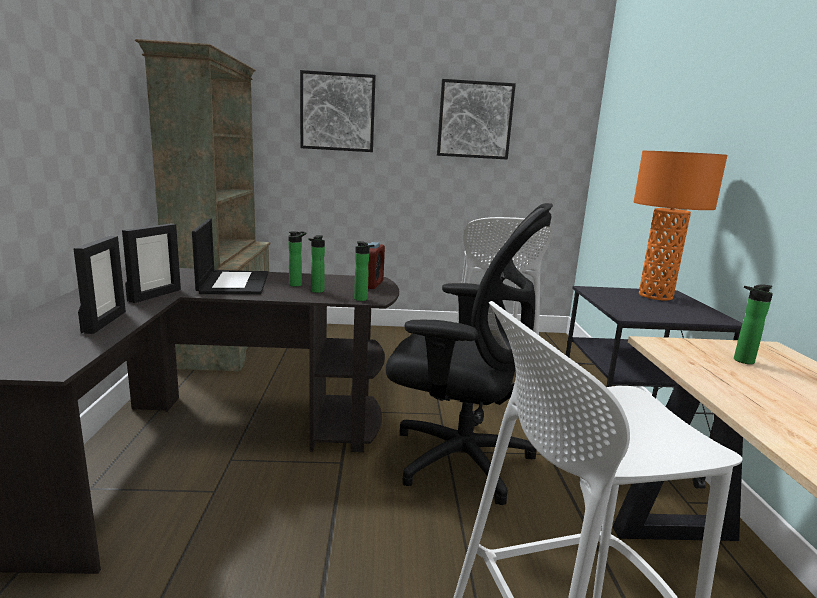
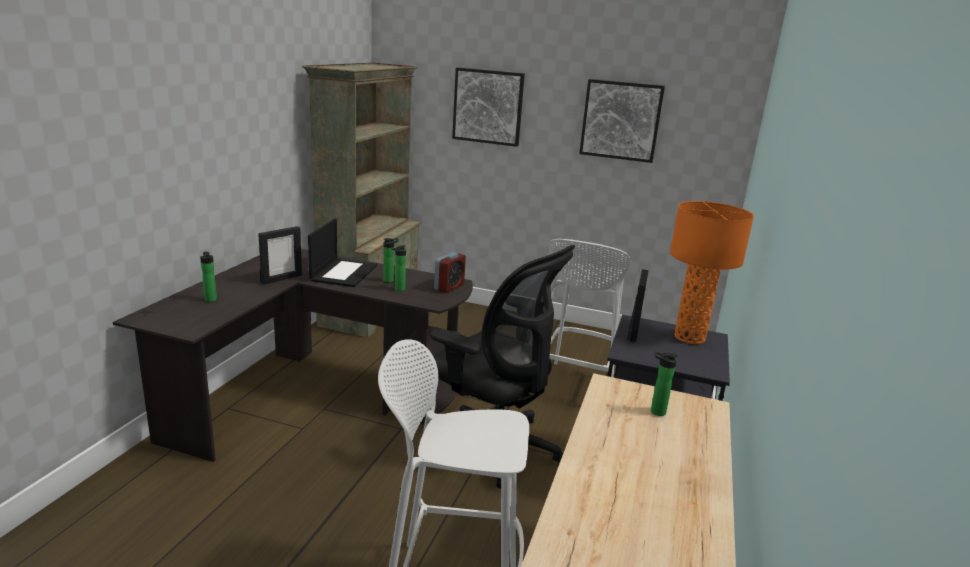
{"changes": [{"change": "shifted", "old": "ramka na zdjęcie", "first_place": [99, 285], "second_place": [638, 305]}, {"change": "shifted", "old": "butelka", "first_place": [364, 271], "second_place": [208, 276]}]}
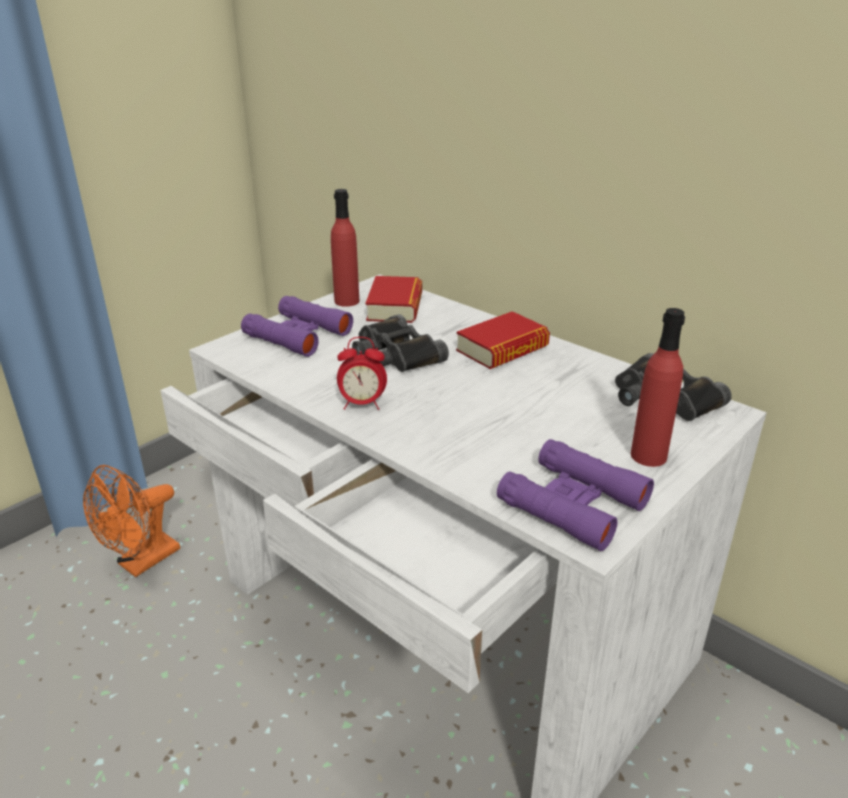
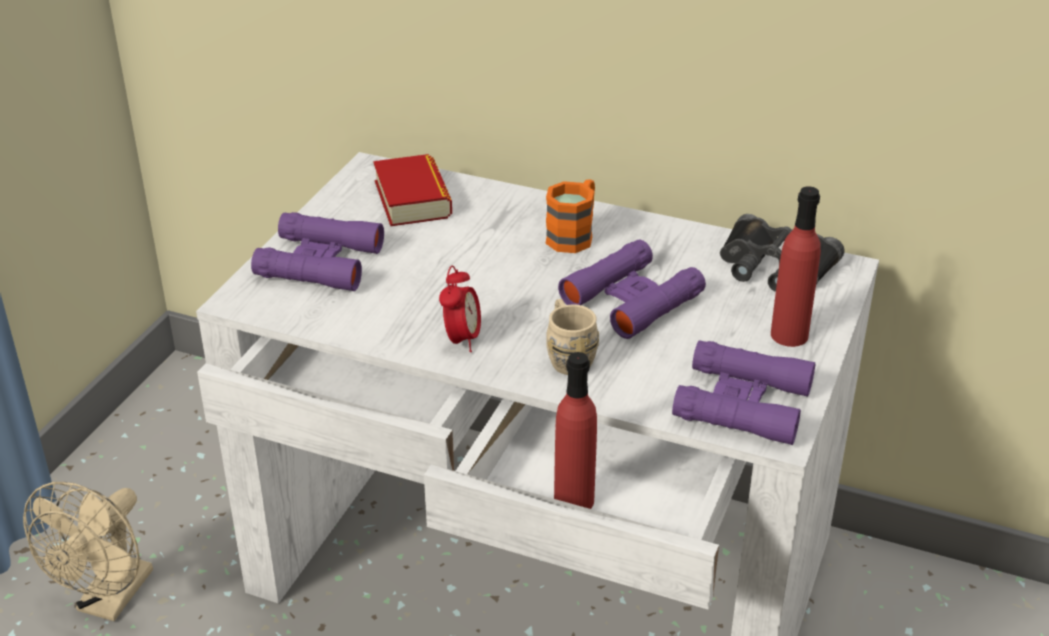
{"changes": [{"change": "gone", "old": "lornetka (czarny)", "first_place": [400, 343]}, {"change": "new", "new": "kubek (beżowy)", "second_place": [572, 337]}, {"change": "new", "new": "lornetka (fioletowy)", "second_place": [632, 289]}, {"change": "shifted", "old": "butelka (czerwony)", "first_place": [345, 248], "second_place": [575, 430]}, {"change": "swapped", "old": "książka", "new": "kubek (pomarańczowy)", "first_place": [503, 340], "second_place": [570, 216]}, {"change": "repainted", "old": "wentylator (pomarańczowy)", "new": "wentylator (beżowy)", "first_place": [131, 521], "second_place": [88, 551]}, {"change": "rotated", "old": "budzik", "first_place": [362, 373], "second_place": [460, 308], "degrees": -60}]}
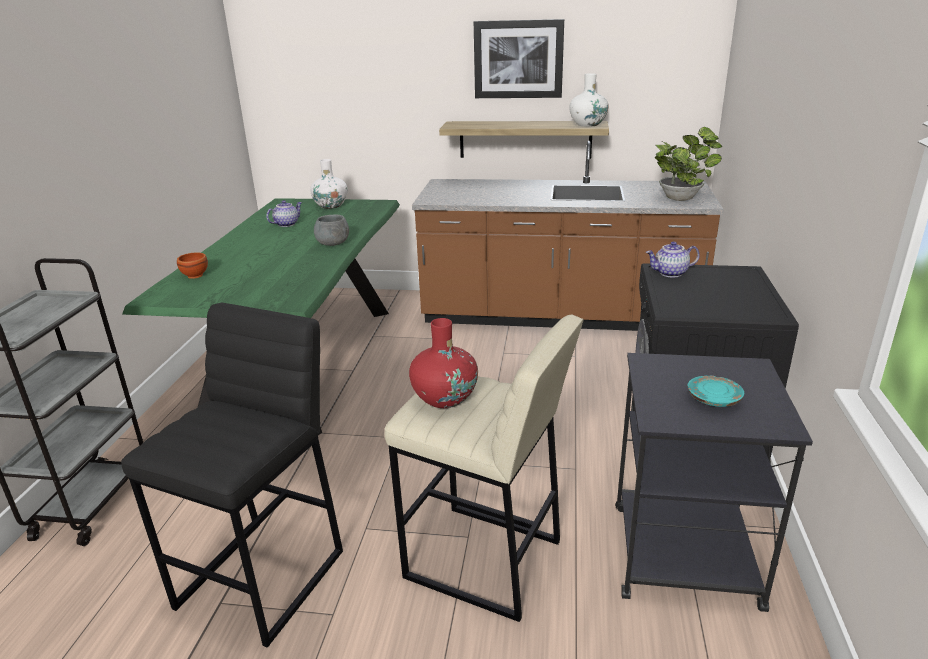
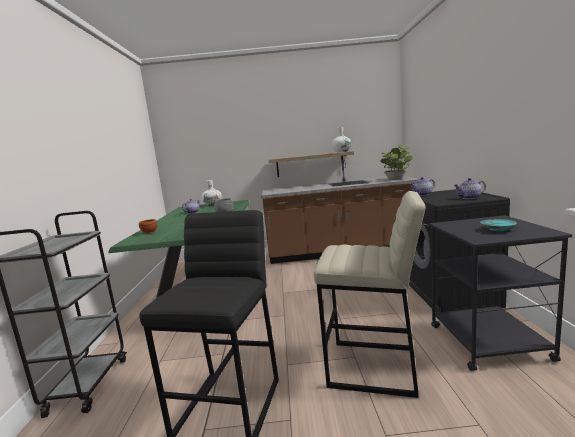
{"changes": [{"change": "gone", "old": "wazon (czerwony)", "first_place": [443, 363]}, {"change": "gone", "old": "obraz", "first_place": [519, 58]}, {"change": "new", "new": "imbryk", "second_place": [469, 188]}]}
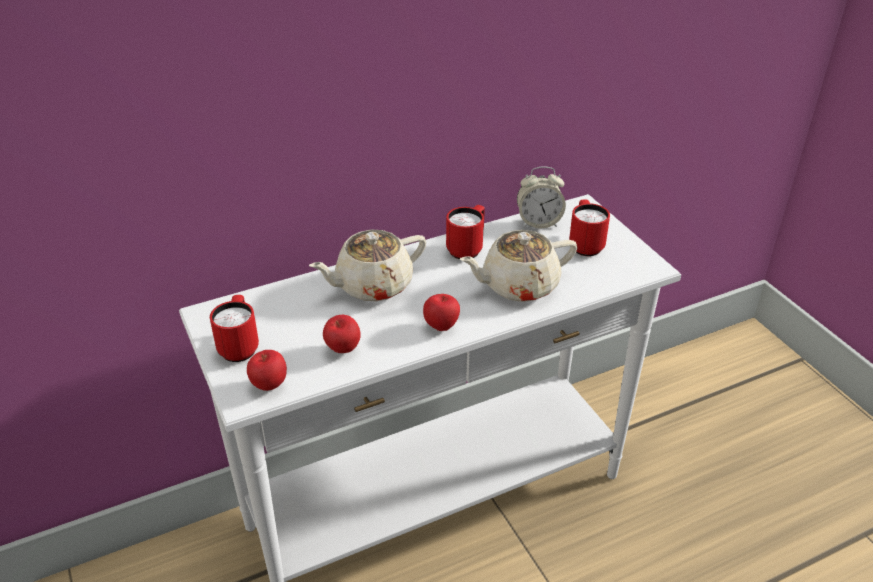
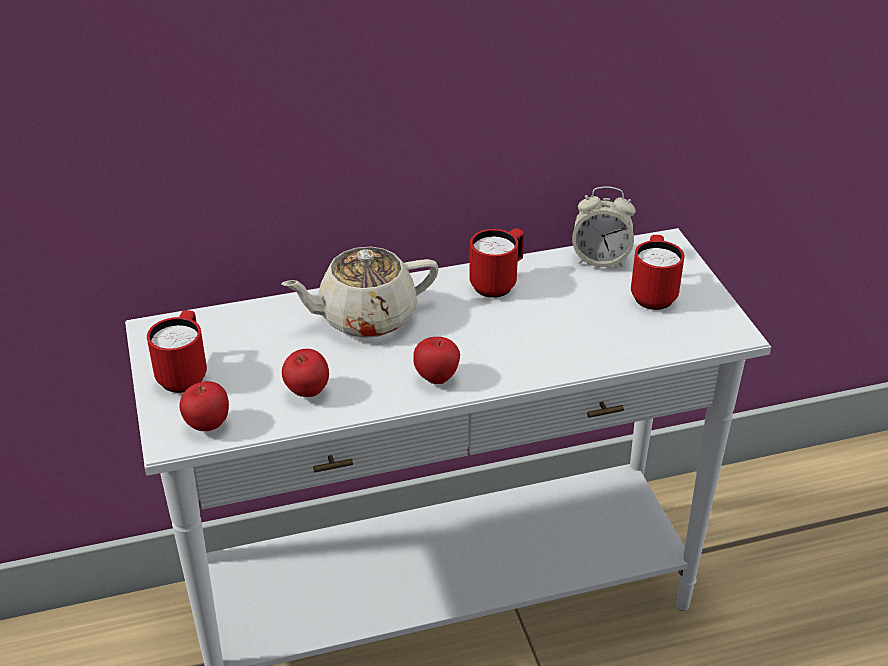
{"changes": [{"change": "gone", "old": "imbryk (beżowy)", "first_place": [518, 266]}]}
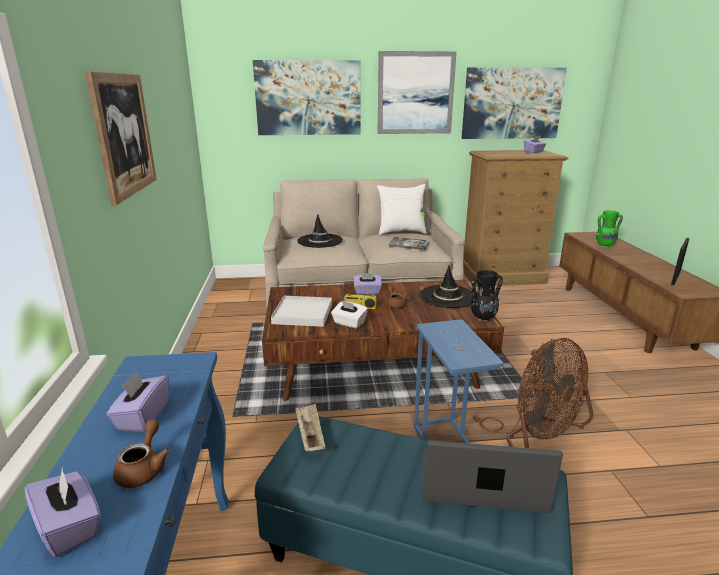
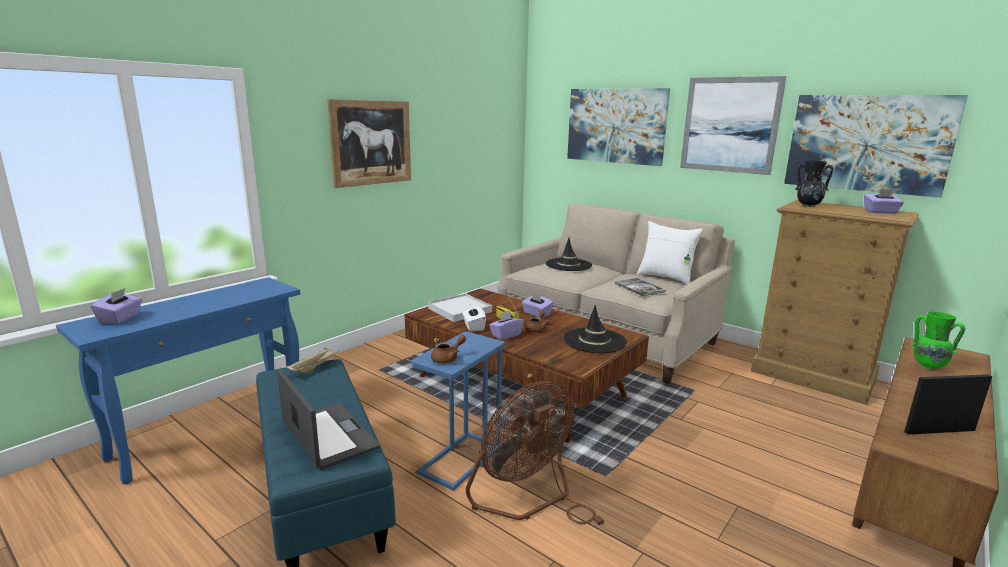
{"changes": [{"change": "shifted", "old": "pudełko chusteczek (fioletowy)", "first_place": [137, 401], "second_place": [506, 325]}, {"change": "shifted", "old": "imbryk (brązowy)", "first_place": [141, 453], "second_place": [448, 349]}, {"change": "shifted", "old": "wazon (czarny)", "first_place": [487, 296], "second_place": [814, 184]}, {"change": "rotated", "old": "wentylator (brązowy)", "first_place": [533, 393], "second_place": [535, 453], "degrees": 135}]}
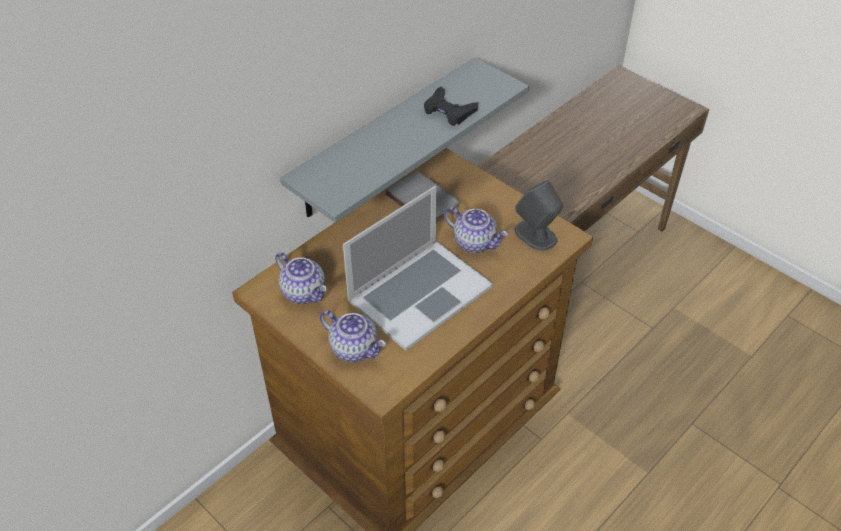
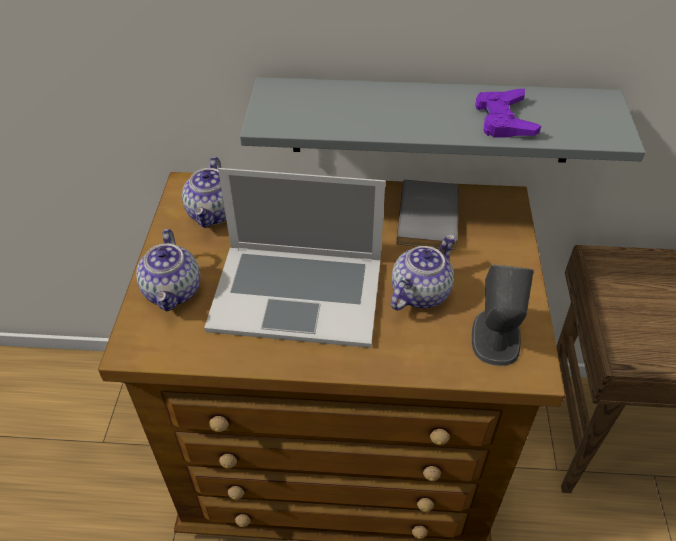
{"changes": [{"change": "repainted", "old": "pad do gier (czarny)", "new": "pad do gier (fioletowy)", "first_place": [451, 106], "second_place": [508, 113]}, {"change": "rotated", "old": "imbryk", "first_place": [476, 230], "second_place": [423, 272], "degrees": -135}]}
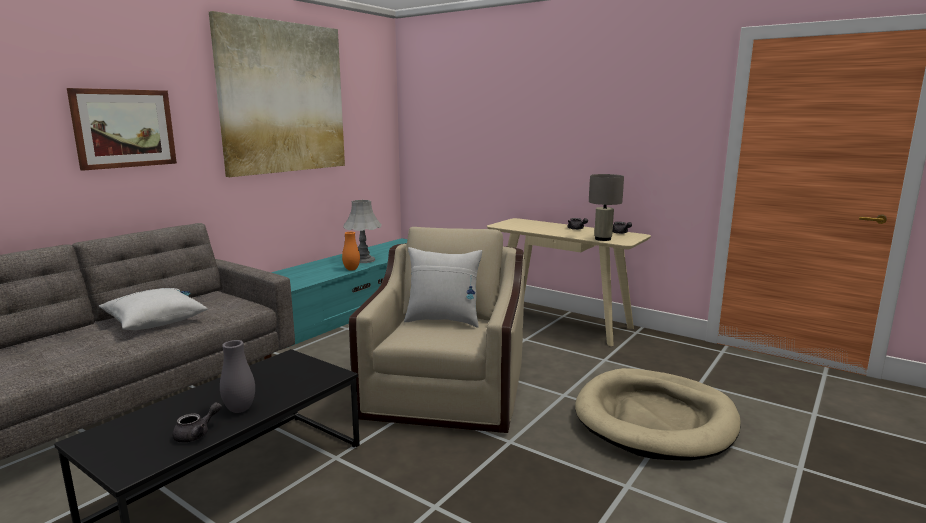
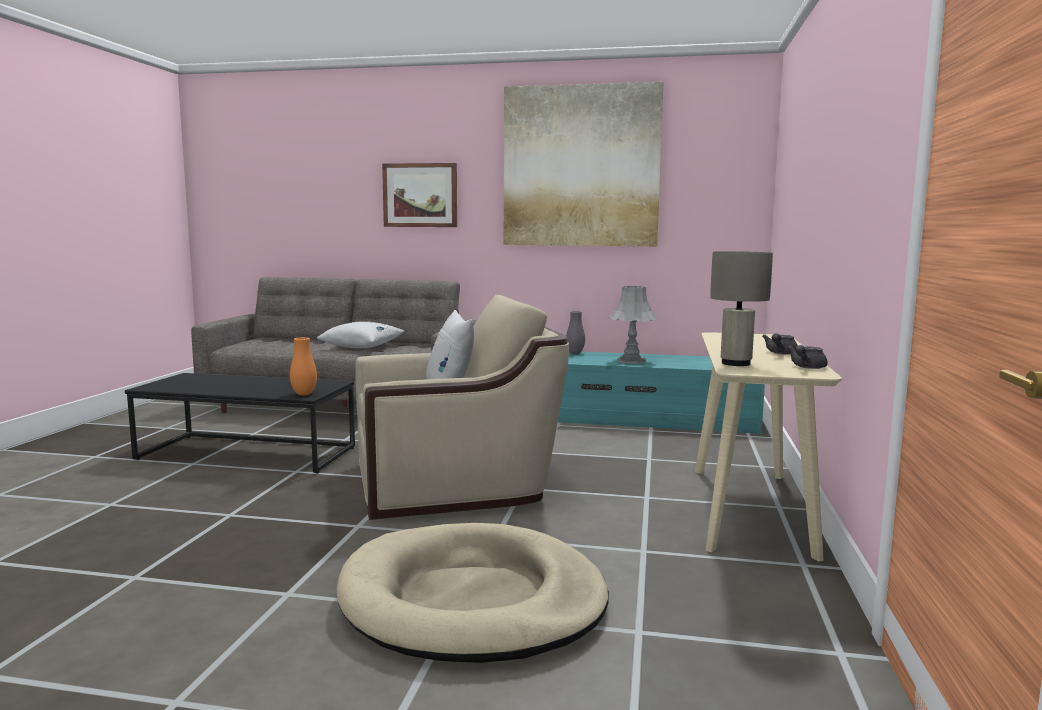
{"changes": [{"change": "gone", "old": "imbryk (szary)", "first_place": [197, 422]}, {"change": "shifted", "old": "wazon (szary)", "first_place": [237, 376], "second_place": [575, 332]}, {"change": "shifted", "old": "wazon (pomarańczowy)", "first_place": [351, 251], "second_place": [303, 366]}]}
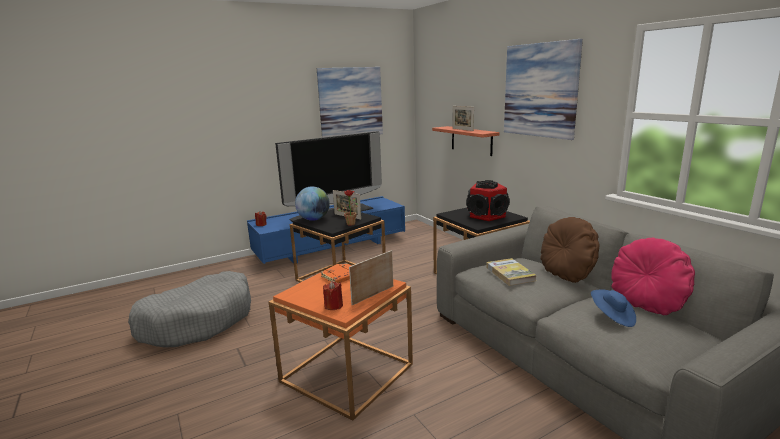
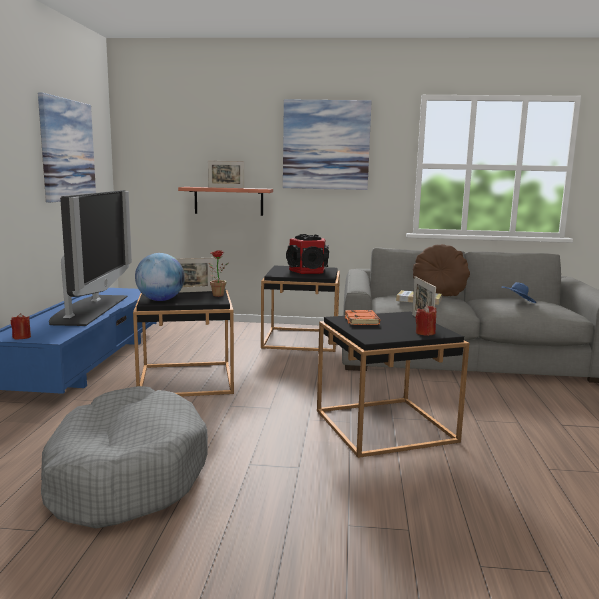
{"changes": [{"change": "gone", "old": "poduszka (różowy)", "first_place": [653, 276]}, {"change": "repainted", "old": "stolik (pomarańczowy)", "new": "stolik (czarny)", "first_place": [341, 342], "second_place": [393, 385]}]}
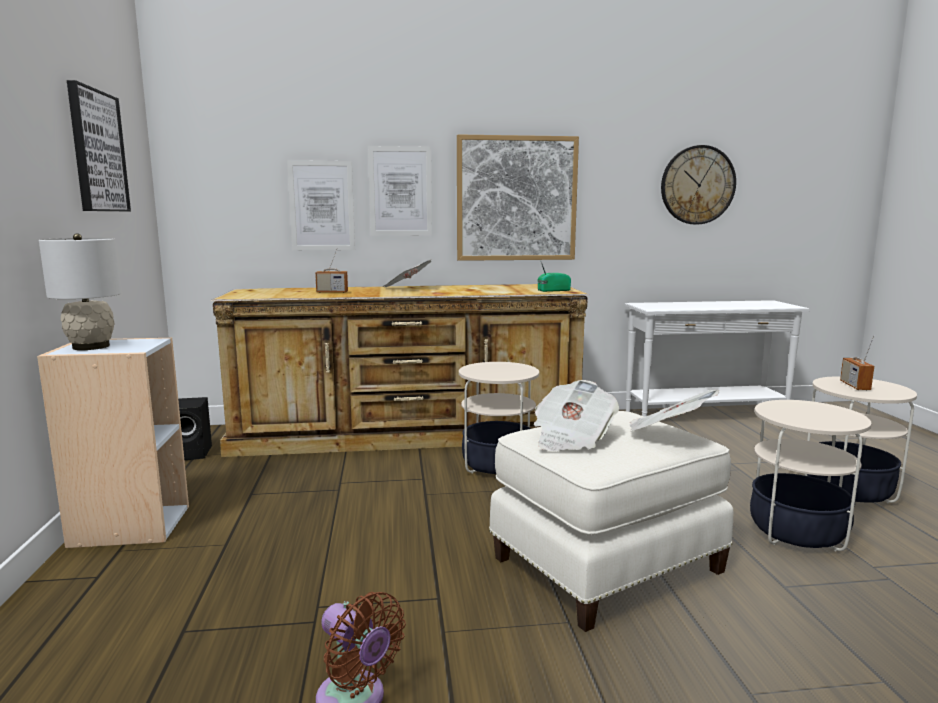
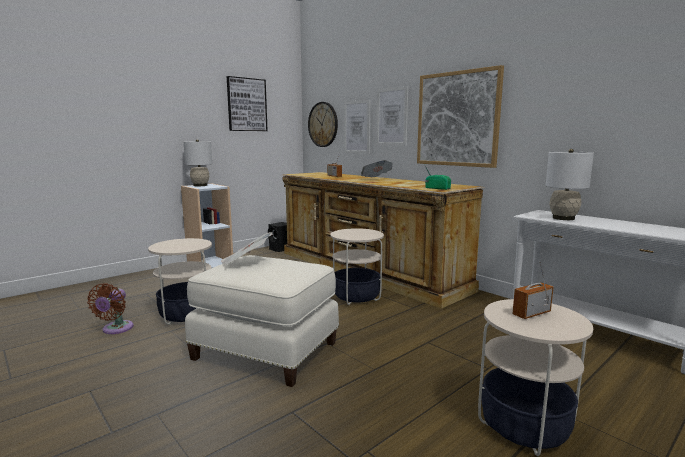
{"changes": [{"change": "gone", "old": "gazeta", "first_place": [674, 411]}, {"change": "new", "new": "lampa stołowa (biały)", "second_place": [570, 184]}, {"change": "shifted", "old": "zegar ścienny", "first_place": [698, 185], "second_place": [323, 124]}, {"change": "shifted", "old": "stolik (beżowy)", "first_place": [810, 476], "second_place": [180, 281]}]}
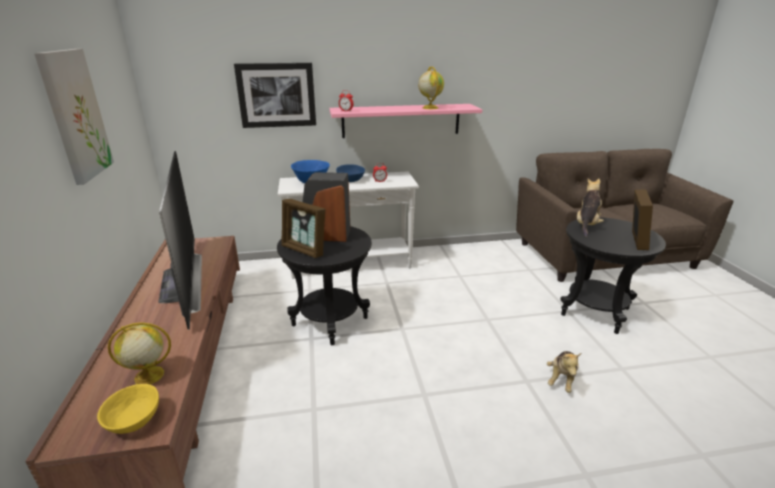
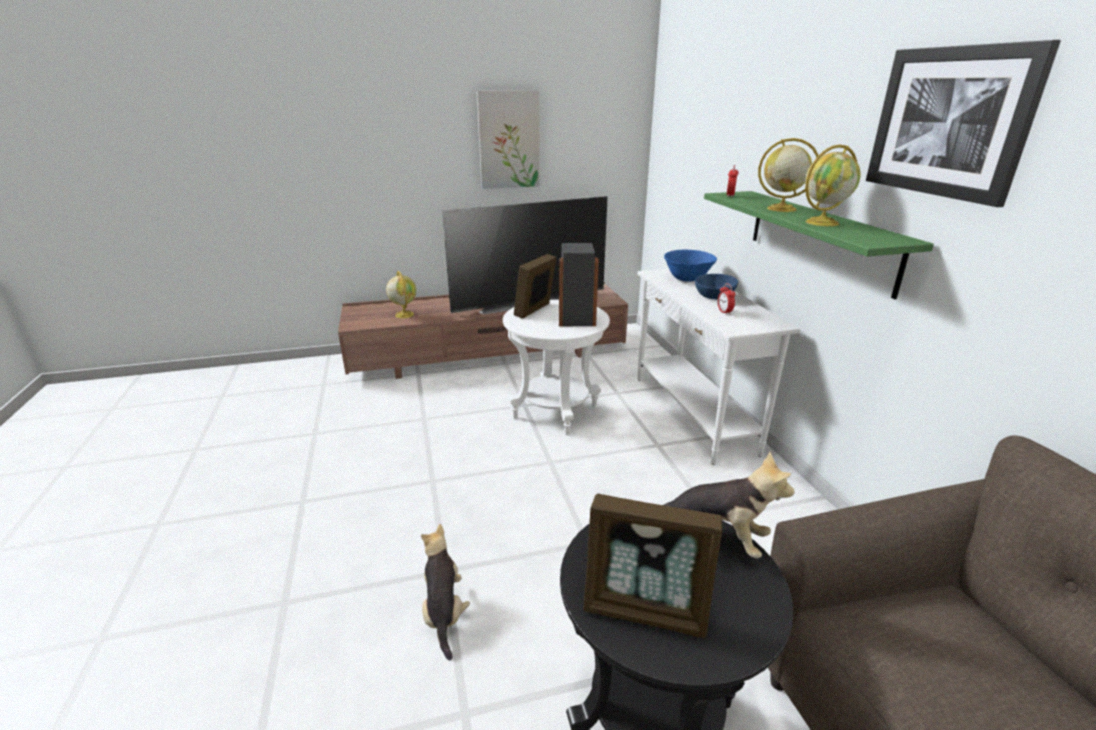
{"changes": [{"change": "gone", "old": "miska (żółty)", "first_place": [128, 409]}, {"change": "new", "new": "globus", "second_place": [788, 175]}, {"change": "shifted", "old": "obraz", "first_place": [275, 95], "second_place": [963, 123]}, {"change": "repainted", "old": "stolik (czarny)", "new": "stolik (biały)", "first_place": [324, 285], "second_place": [556, 367]}, {"change": "repainted", "old": "półka (różowy)", "new": "półka (zielony)", "first_place": [406, 121], "second_place": [819, 245]}, {"change": "rotated", "old": "pluszak", "first_place": [564, 372], "second_place": [445, 592], "degrees": 60}]}
